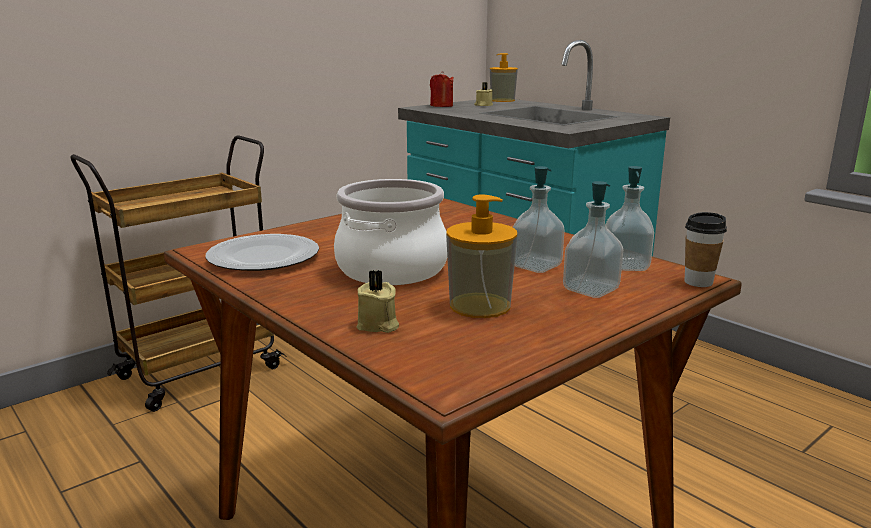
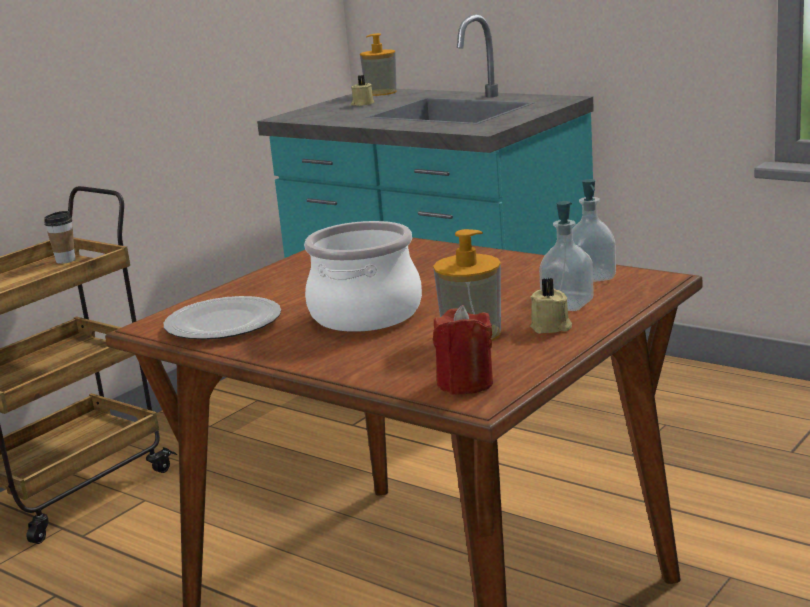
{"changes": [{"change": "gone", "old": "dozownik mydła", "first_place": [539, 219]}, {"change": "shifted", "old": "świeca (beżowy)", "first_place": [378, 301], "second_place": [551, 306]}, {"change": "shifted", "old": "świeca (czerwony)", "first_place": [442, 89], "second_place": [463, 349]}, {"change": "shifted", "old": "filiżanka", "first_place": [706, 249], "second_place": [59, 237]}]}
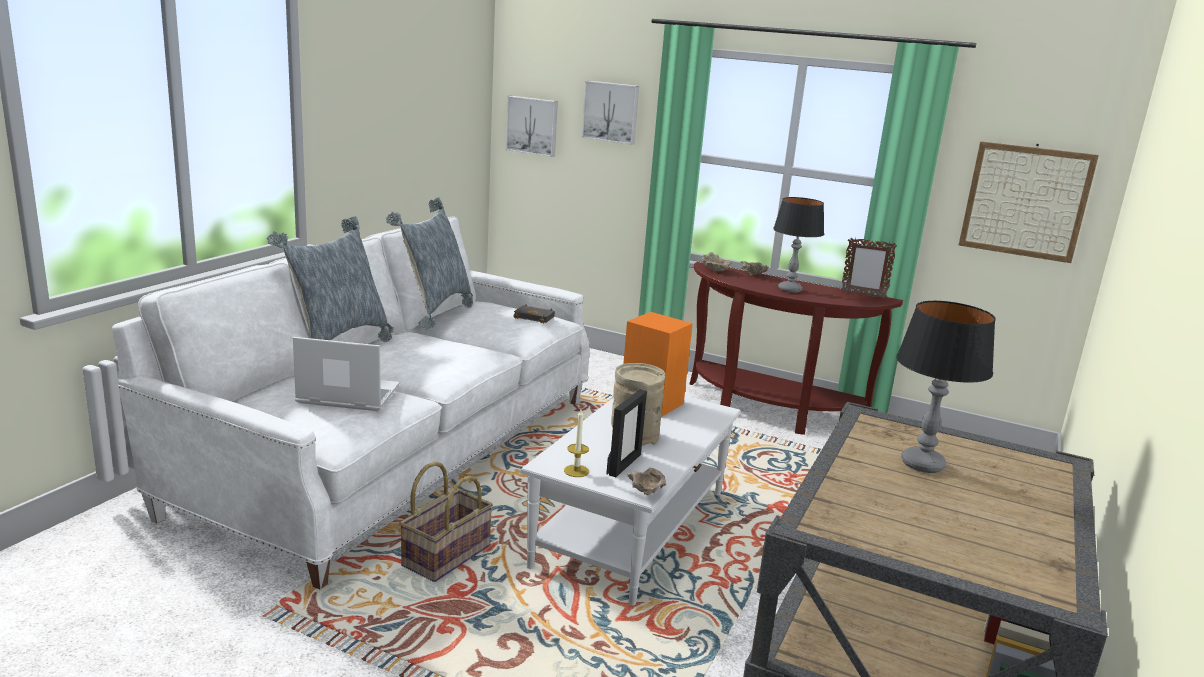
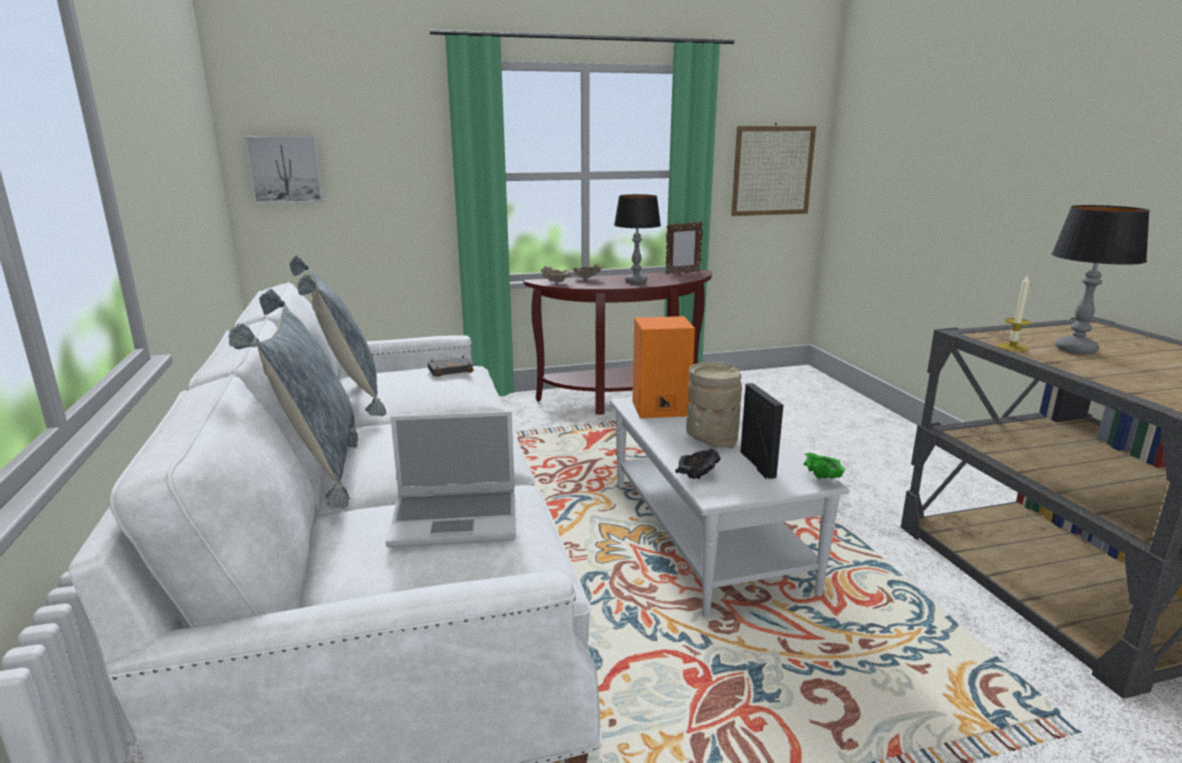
{"changes": [{"change": "gone", "old": "koszyk", "first_place": [446, 521]}, {"change": "gone", "old": "obraz", "first_place": [610, 113]}, {"change": "new", "new": "miska (czarny)", "second_place": [698, 463]}, {"change": "shifted", "old": "świeca", "first_place": [576, 443], "second_place": [1014, 313]}, {"change": "repainted", "old": "miska (beżowy)", "new": "miska (zielony)", "first_place": [647, 481], "second_place": [824, 466]}, {"change": "rotated", "old": "laptop", "first_place": [346, 374], "second_place": [450, 479], "degrees": -150}]}
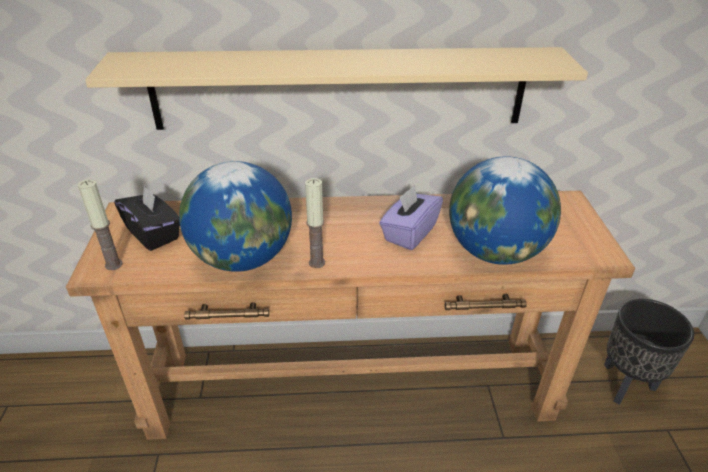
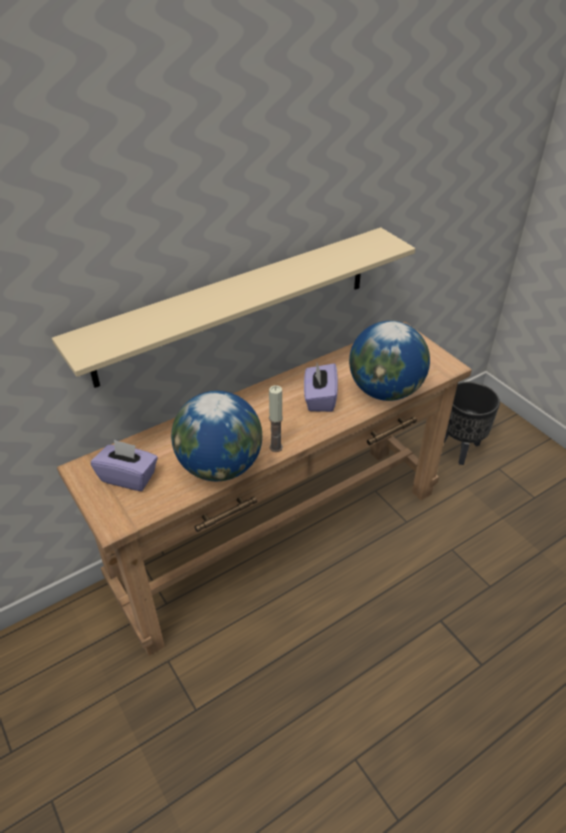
{"changes": [{"change": "gone", "old": "świeca", "first_place": [100, 224]}, {"change": "repainted", "old": "pudełko chusteczek (czarny)", "new": "pudełko chusteczek (fioletowy)", "first_place": [147, 218], "second_place": [124, 465]}]}
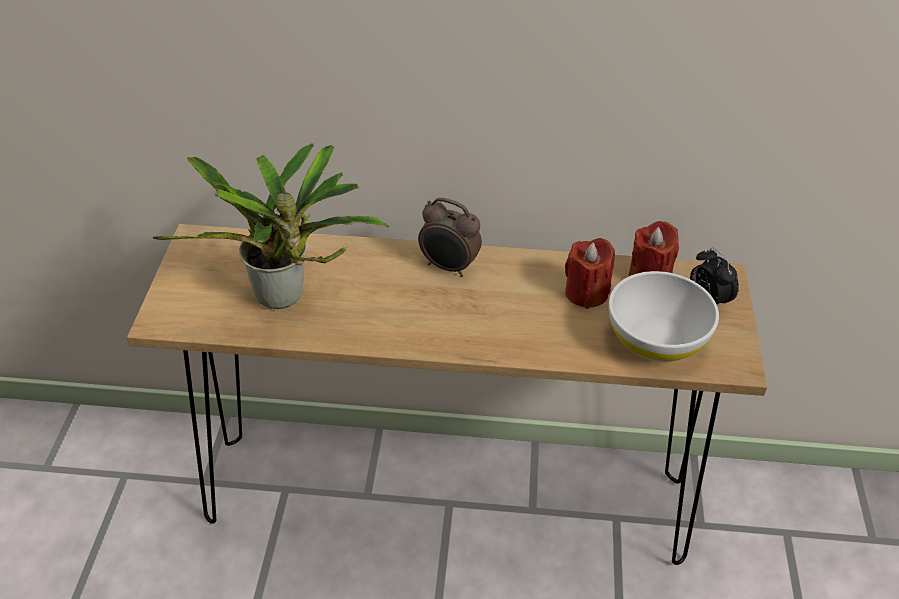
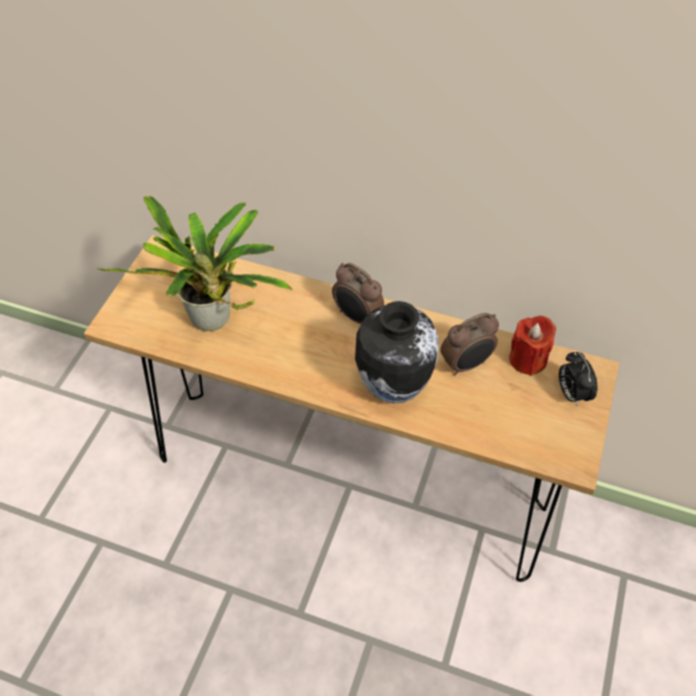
{"changes": [{"change": "gone", "old": "miska (biały)", "first_place": [664, 316]}, {"change": "new", "new": "wazon", "second_place": [397, 352]}, {"change": "swapped", "old": "świeca (czerwony)", "new": "budzik", "first_place": [590, 273], "second_place": [469, 344]}]}
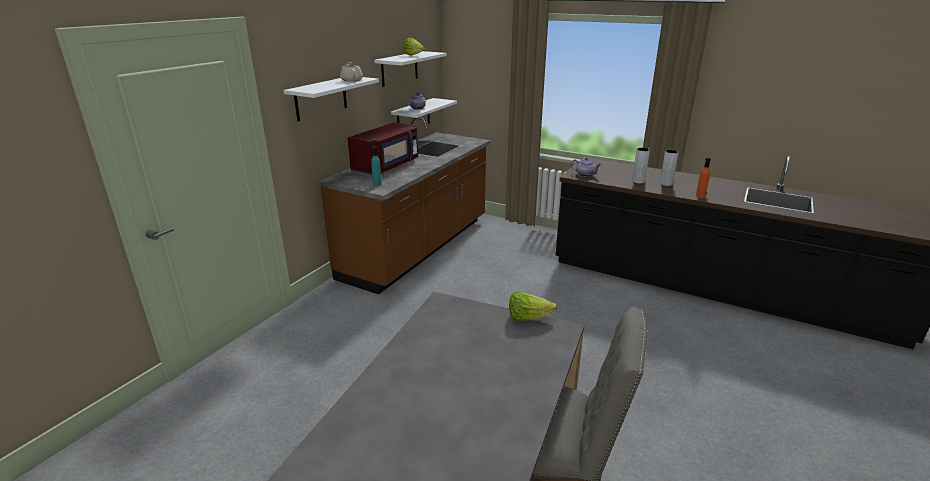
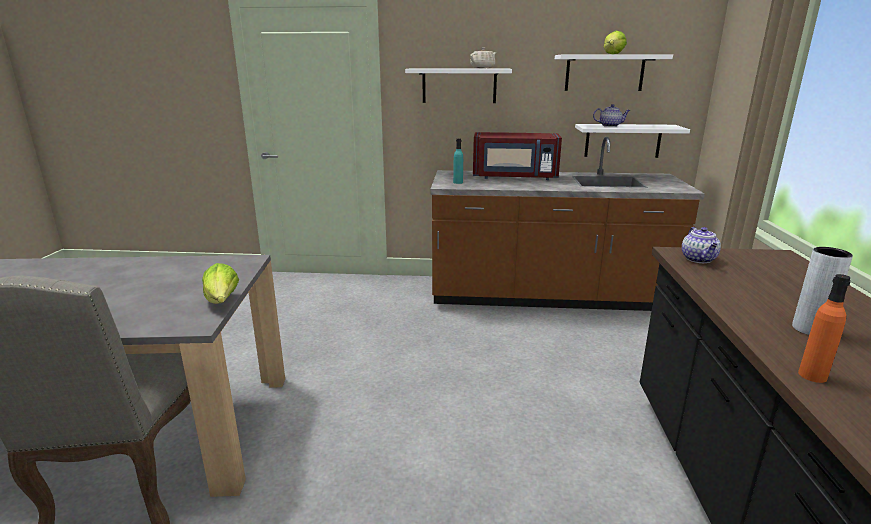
{"changes": [{"change": "gone", "old": "wazon (szary)", "first_place": [641, 166]}]}
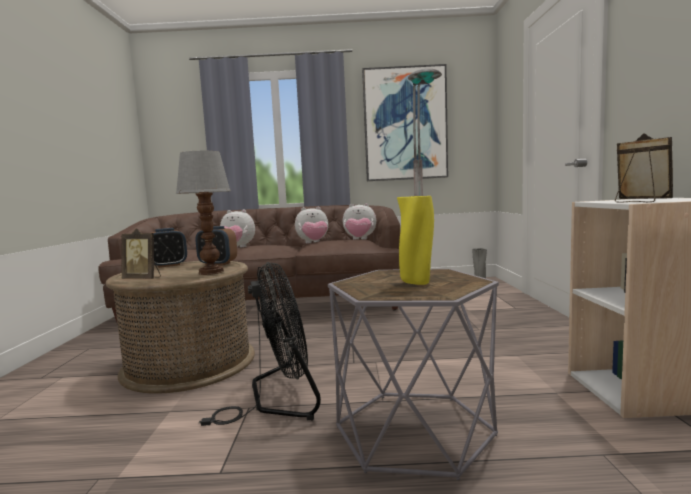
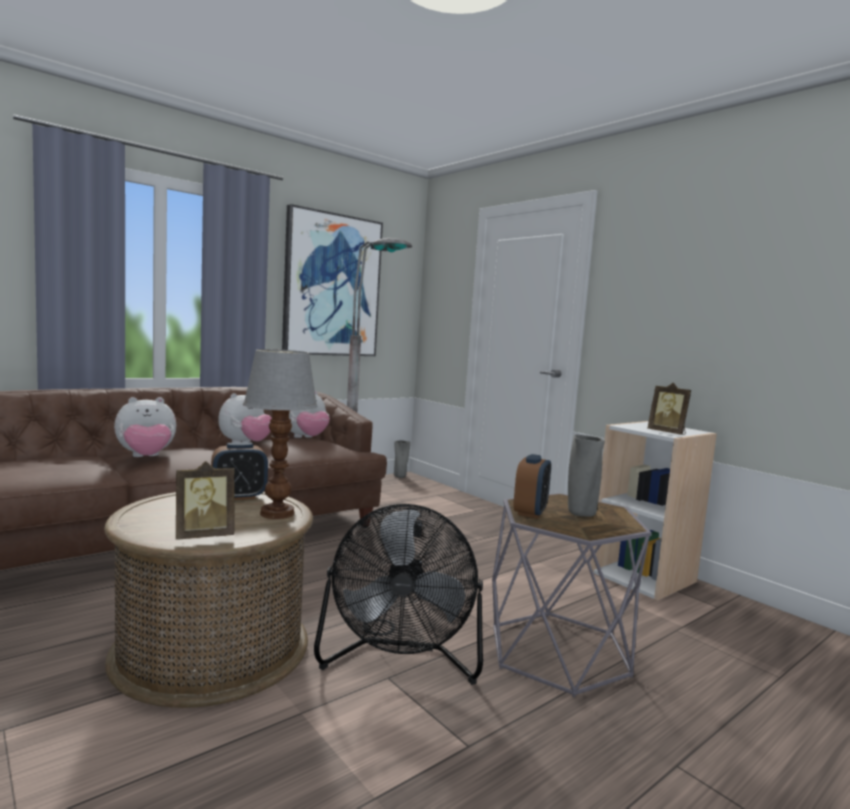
{"changes": [{"change": "shifted", "old": "budzik", "first_place": [169, 248], "second_place": [532, 486]}, {"change": "repainted", "old": "wazon (żółty)", "new": "wazon (szary)", "first_place": [415, 240], "second_place": [586, 476]}, {"change": "rotated", "old": "wentylator (czarny)", "first_place": [259, 344], "second_place": [398, 594], "degrees": 150}, {"change": "rotated", "old": "ramka na zdjęcie", "first_place": [644, 168], "second_place": [669, 409], "degrees": -150}]}
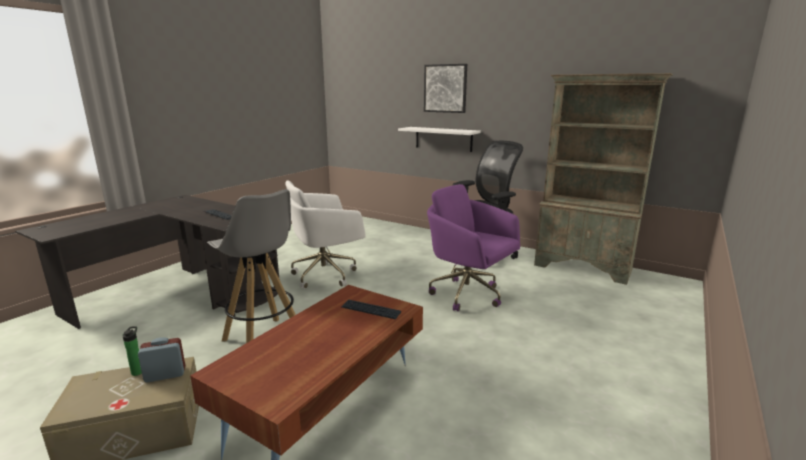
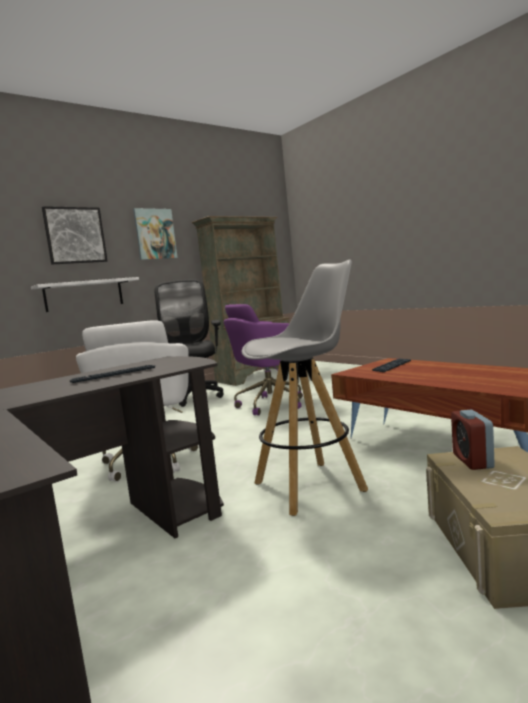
{"changes": [{"change": "gone", "old": "butelka", "first_place": [132, 351]}, {"change": "new", "new": "obraz", "second_place": [155, 234]}]}
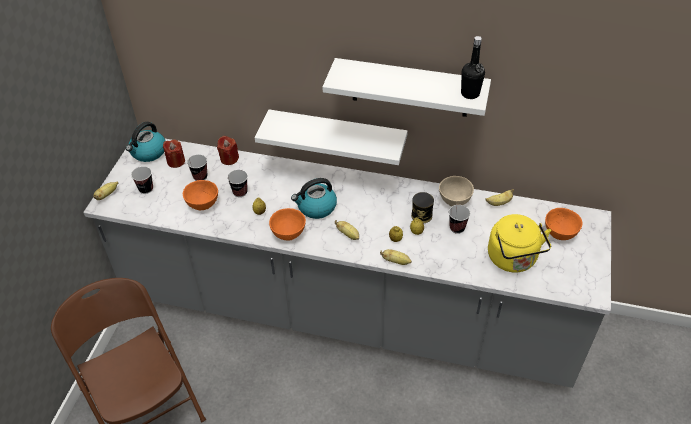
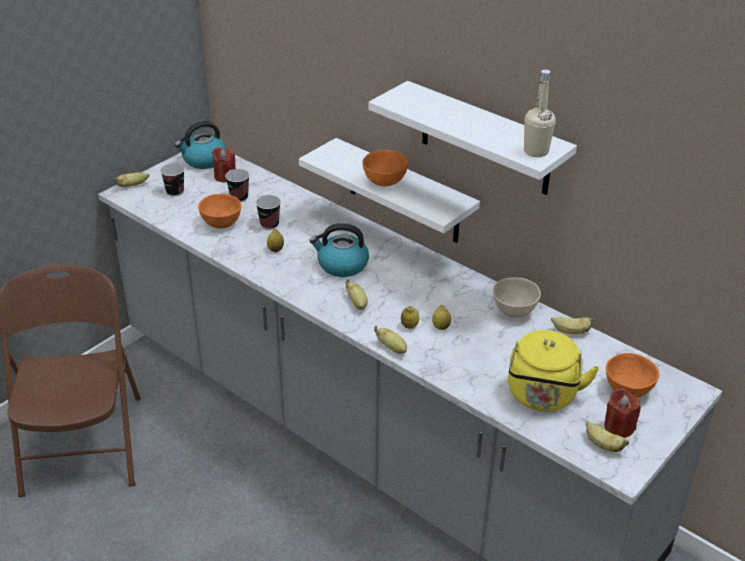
{"changes": [{"change": "gone", "old": "puszka", "first_place": [422, 208]}, {"change": "gone", "old": "filiżanka", "first_place": [459, 219]}, {"change": "new", "new": "banan", "second_place": [607, 436]}, {"change": "shifted", "old": "świeca (czerwony)", "first_place": [228, 150], "second_place": [622, 413]}, {"change": "shifted", "old": "miska (pomarańczowy)", "first_place": [287, 224], "second_place": [385, 168]}, {"change": "repainted", "old": "butelka (czarny)", "new": "butelka (beżowy)", "first_place": [473, 67], "second_place": [540, 113]}]}
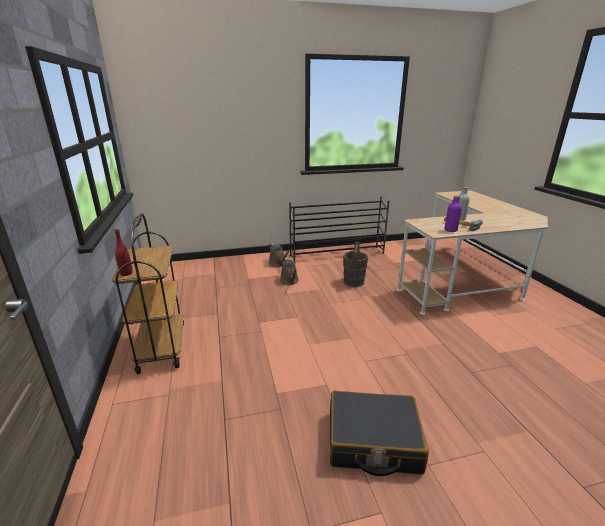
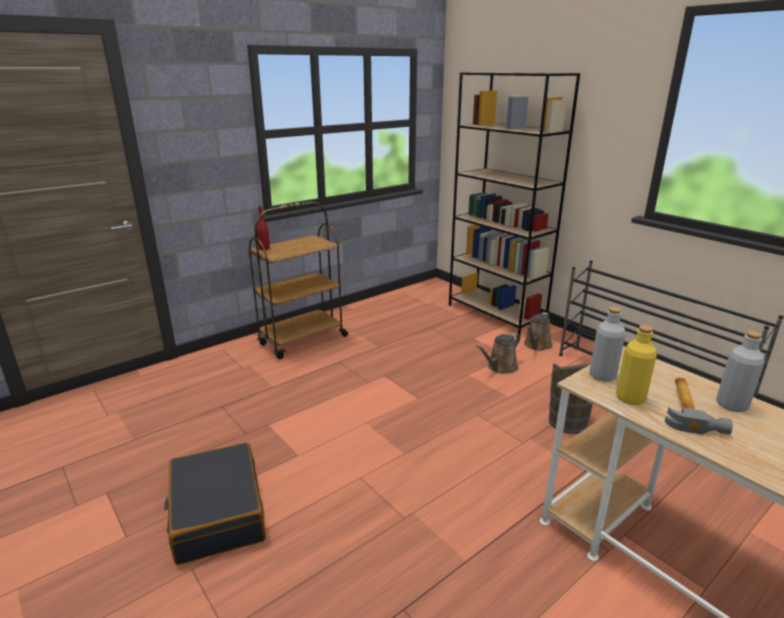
{"changes": [{"change": "new", "new": "regał (beżowy)", "second_place": [514, 203]}, {"change": "new", "new": "butelka (szary)", "second_place": [607, 344]}, {"change": "repainted", "old": "butelka (fioletowy)", "new": "butelka (żółty)", "first_place": [453, 213], "second_place": [636, 365]}]}
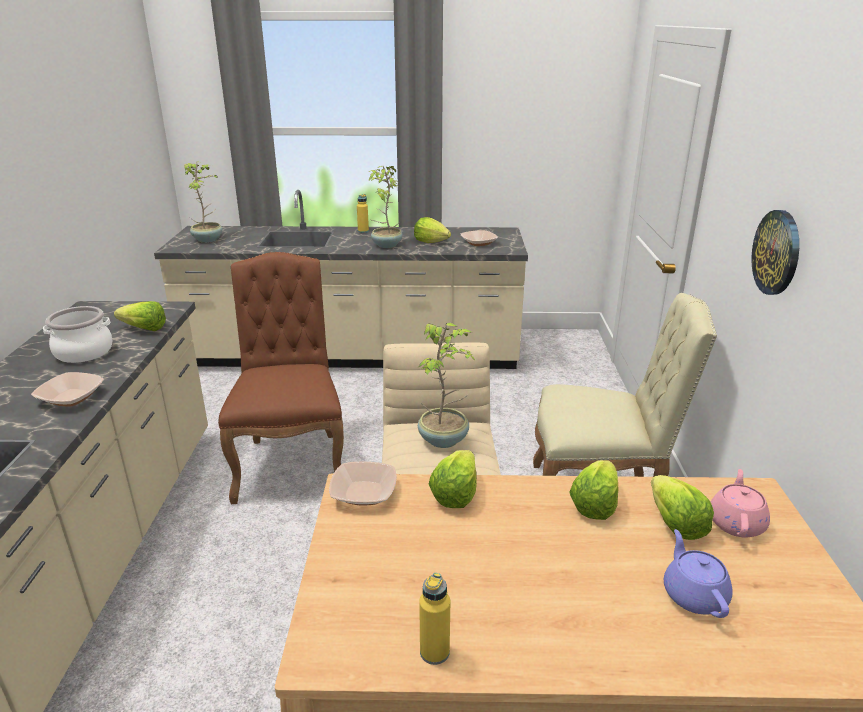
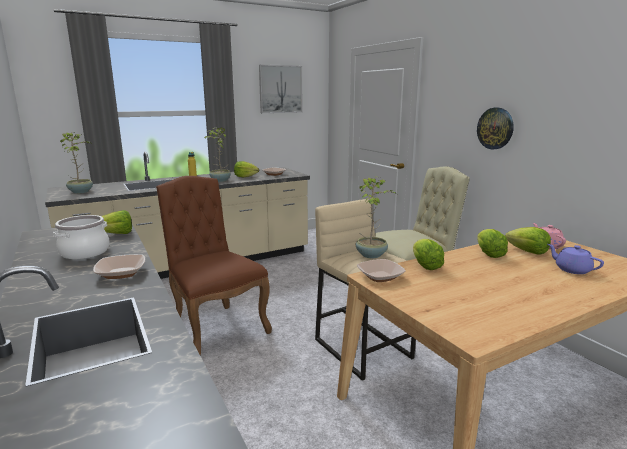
{"changes": [{"change": "gone", "old": "butelka (żółty)", "first_place": [434, 619]}, {"change": "new", "new": "obraz", "second_place": [281, 89]}]}
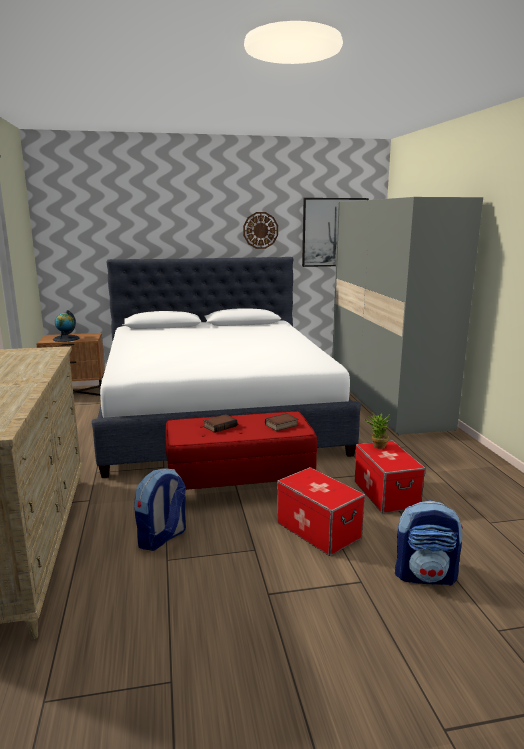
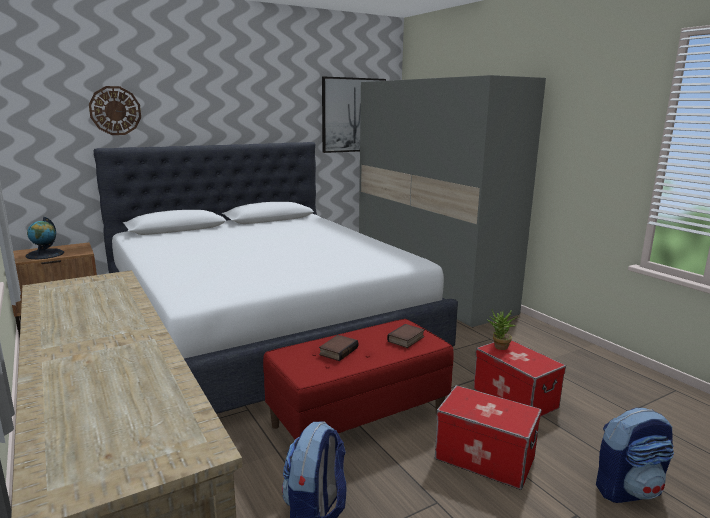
{"changes": [{"change": "shifted", "old": "zegar ścienny", "first_place": [260, 230], "second_place": [115, 110]}]}
